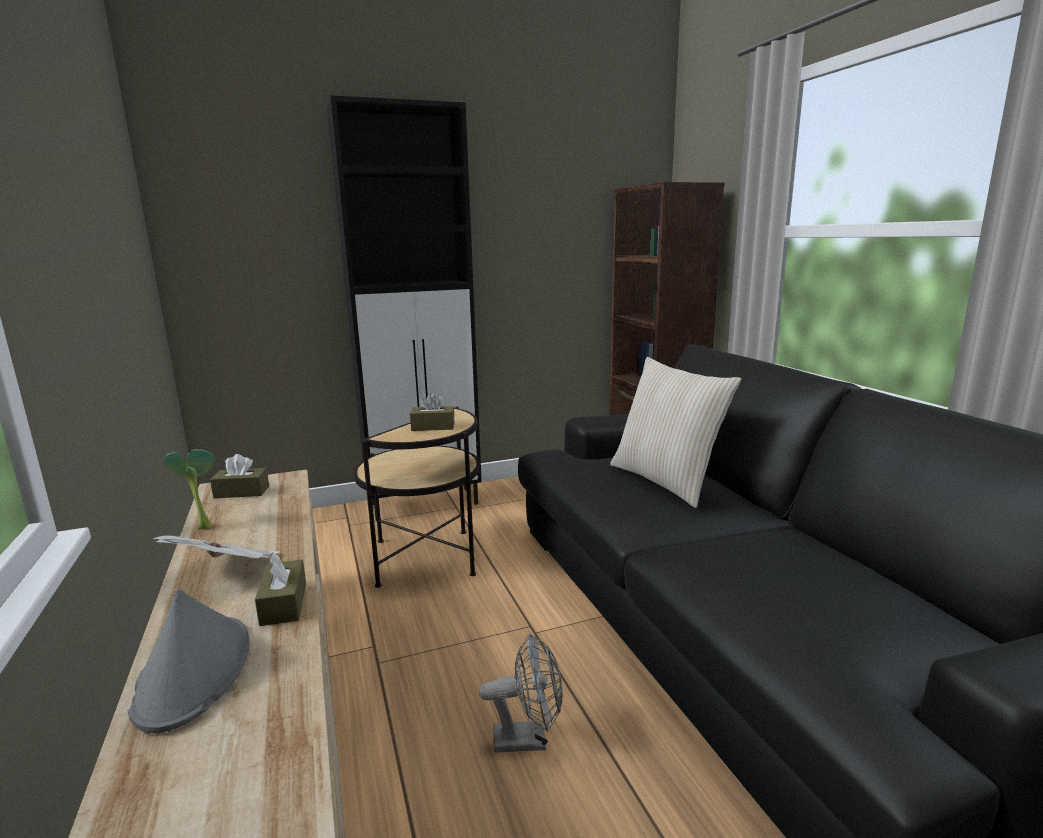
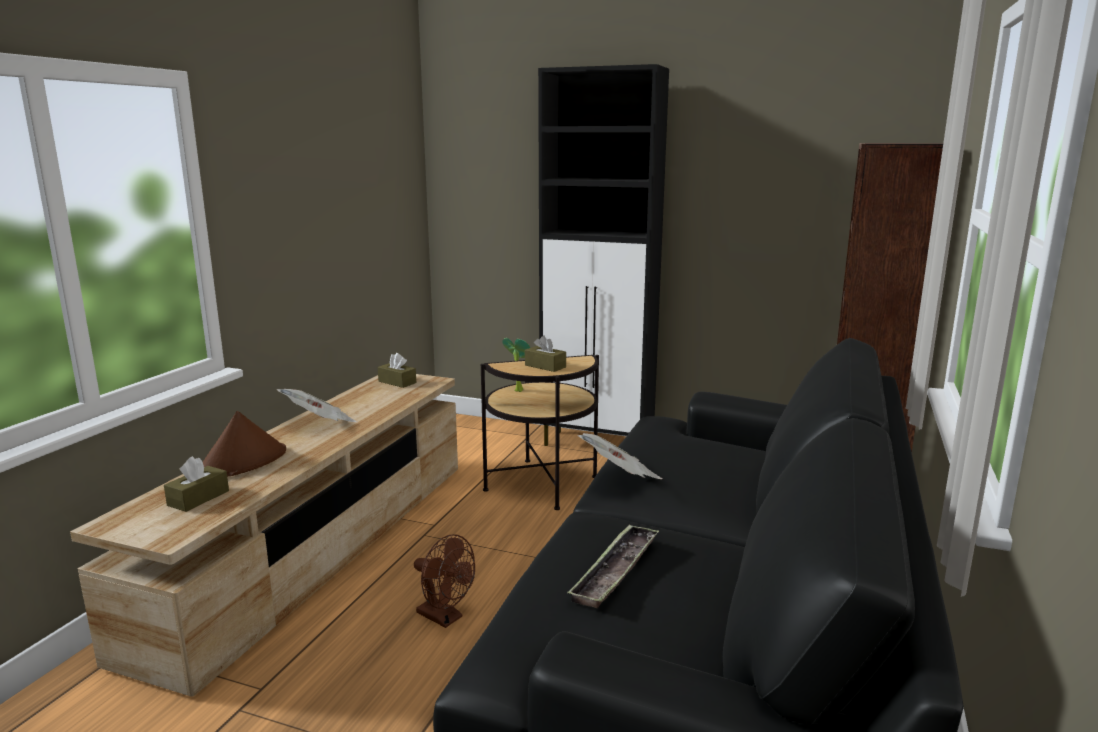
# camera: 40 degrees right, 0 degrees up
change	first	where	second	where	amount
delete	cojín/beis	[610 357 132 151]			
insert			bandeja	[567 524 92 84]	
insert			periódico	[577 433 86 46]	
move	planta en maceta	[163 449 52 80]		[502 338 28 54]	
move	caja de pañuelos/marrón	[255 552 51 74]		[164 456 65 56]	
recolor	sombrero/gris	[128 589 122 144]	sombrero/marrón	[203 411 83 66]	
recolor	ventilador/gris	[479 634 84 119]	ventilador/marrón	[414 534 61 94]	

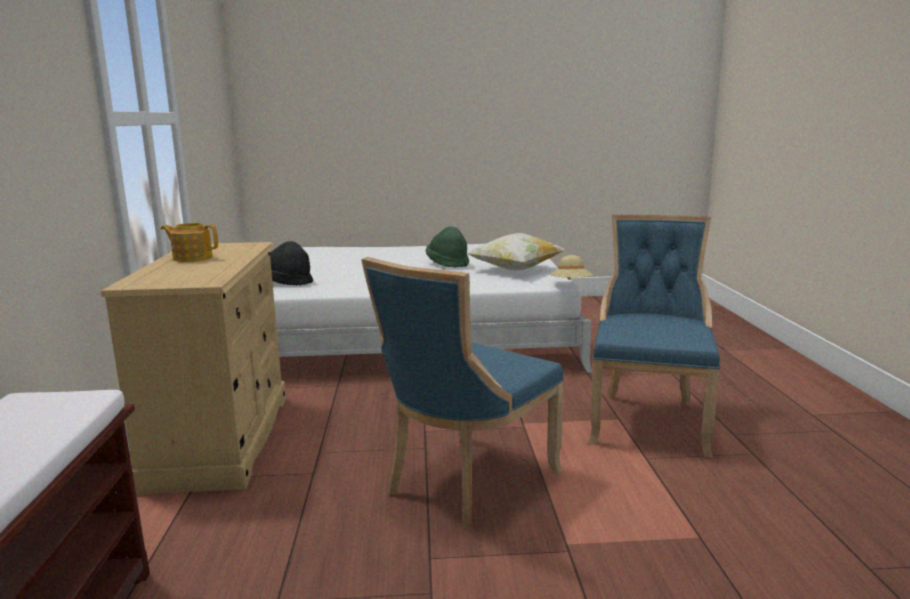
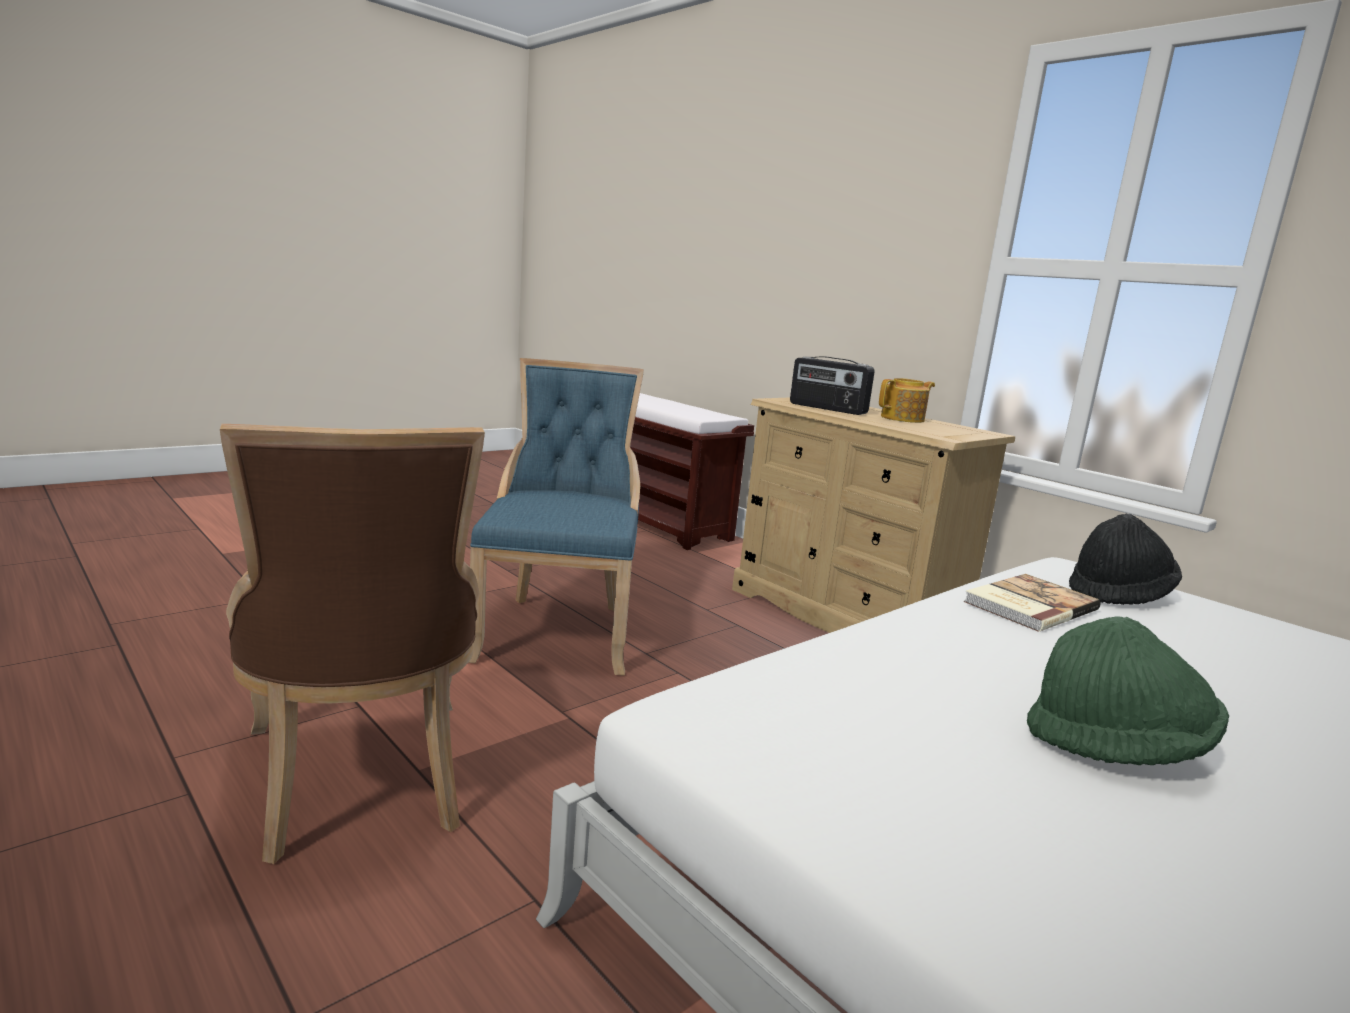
# camera: 140 degrees right, 0 degrees up
change	first	where	second	where	amount
delete	cojín	[466 233 100 37]			
delete	sombrero/beis	[550 255 43 25]			
insert			radio	[790 356 85 59]	
insert			libro	[964 574 136 58]	
recolor	silla/azul	[588 215 132 243]	silla/marrón	[220 424 265 440]	

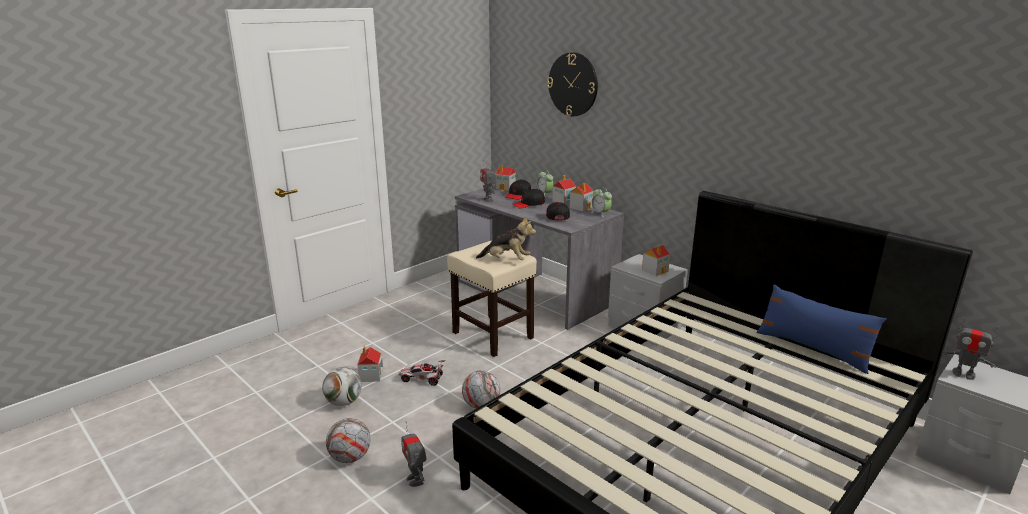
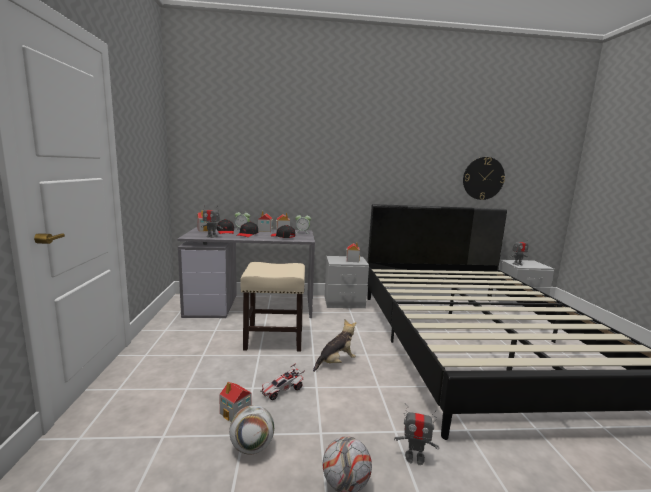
# camera: 50 degrees left, 10 degrees down
change	first	where	second	where	amount
delete	balón de fútbol	[462 370 38 39]			
delete	cojín/azul	[756 284 131 90]			
move	peluche	[476 217 60 43]		[313 320 43 52]	
move	reloj de pared	[547 52 51 64]		[463 157 42 43]	

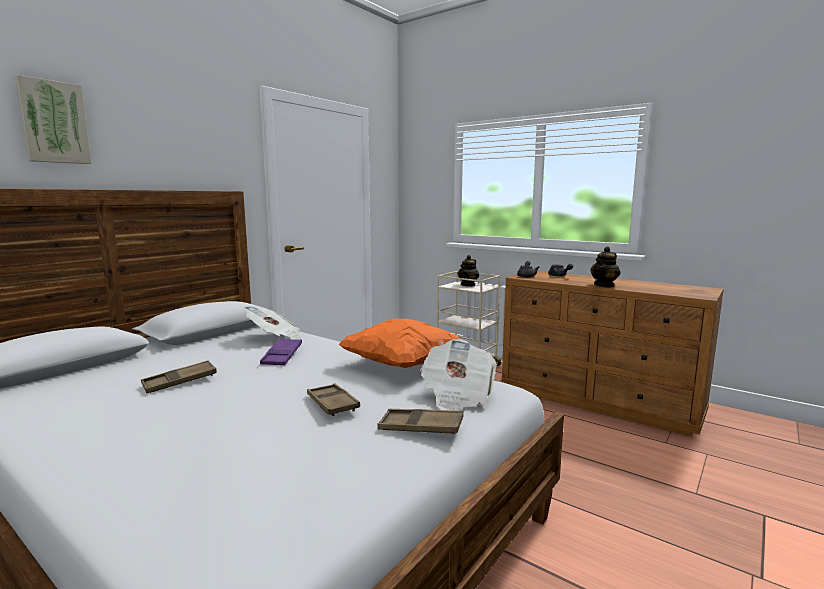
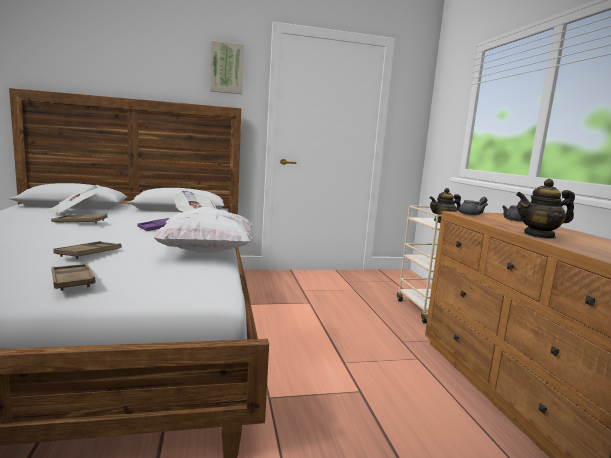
# camera: 40 degrees right, 0 degrees up
change	first	where	second	where	amount
move	cuadro	[15 75 77 89]		[210 41 34 53]	
move	periódico	[420 339 77 71]		[45 185 55 29]	
recolor	cojín/naranja	[339 319 120 49]	cojín/blanco	[152 207 100 46]	

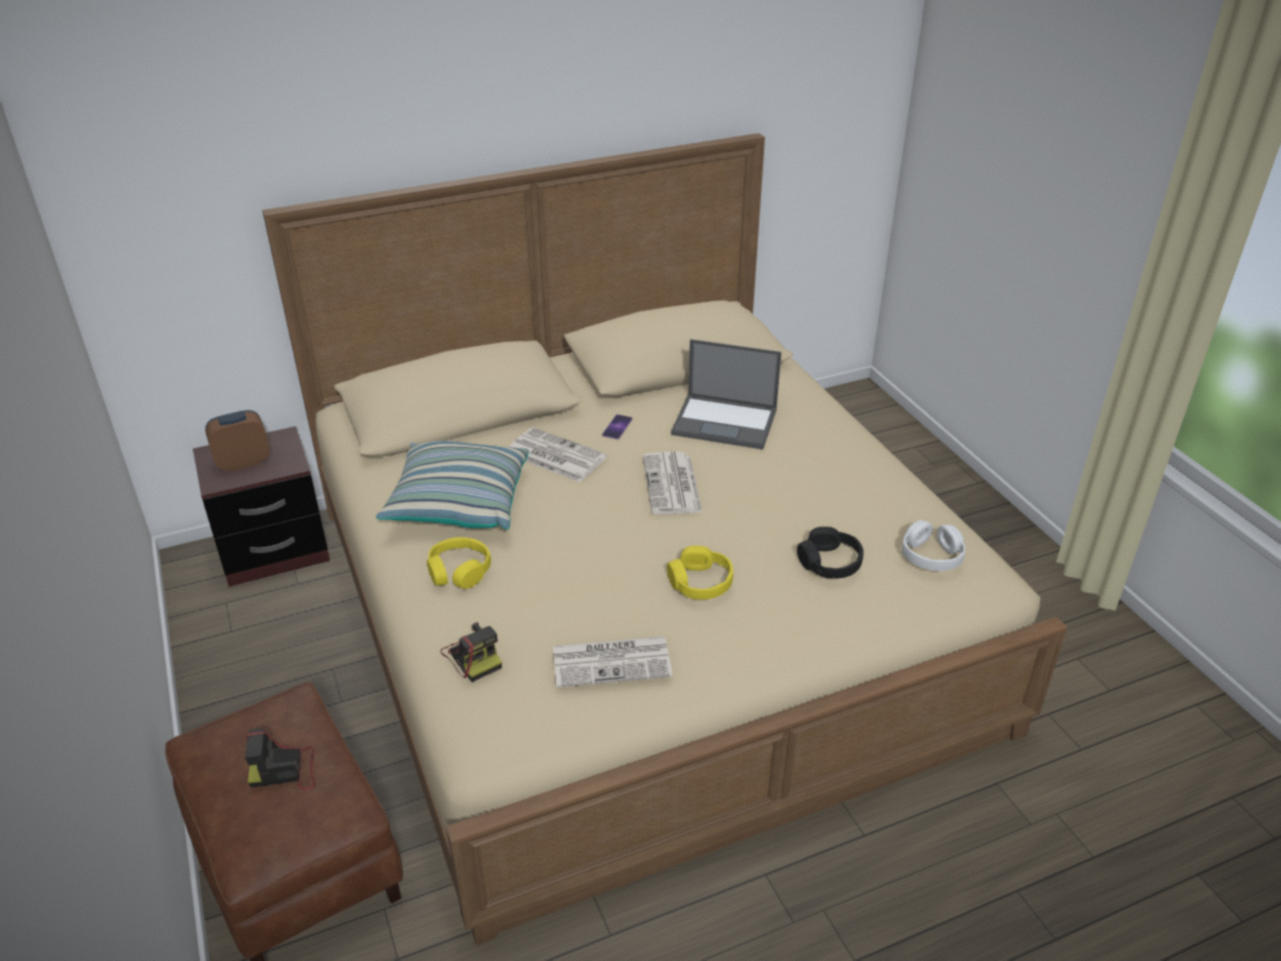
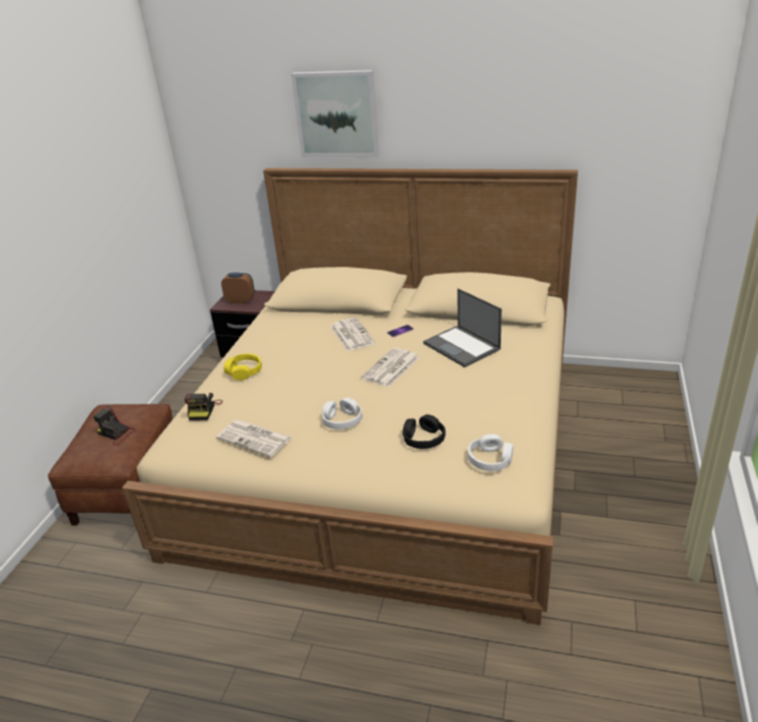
# camera: 40 degrees right, 5 degrees down
change	first	where	second	where	amount
delete	cojín	[376 441 153 89]			
insert			cuadro	[291 70 88 87]	
recolor	auriculares/amarillo	[667 546 66 54]	auriculares/blanco	[322 398 40 31]	

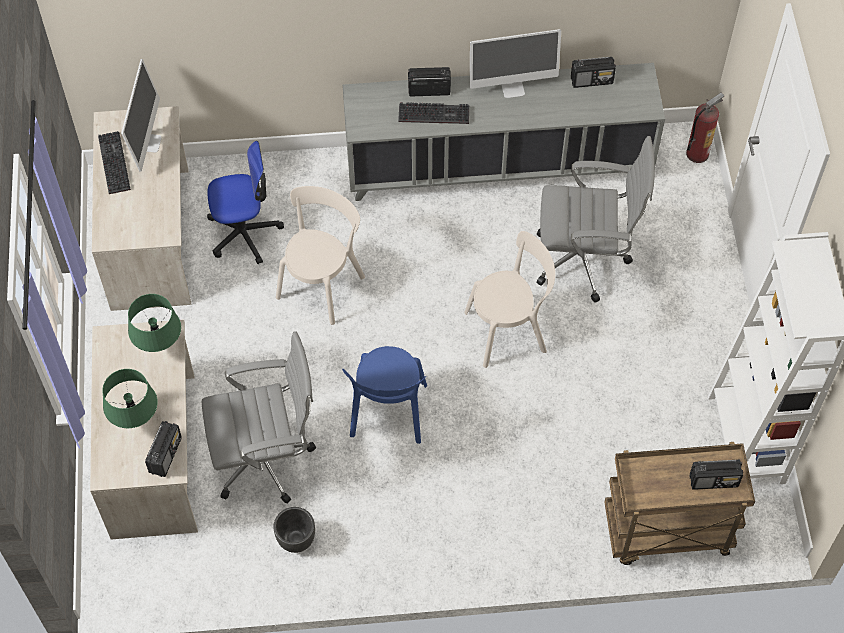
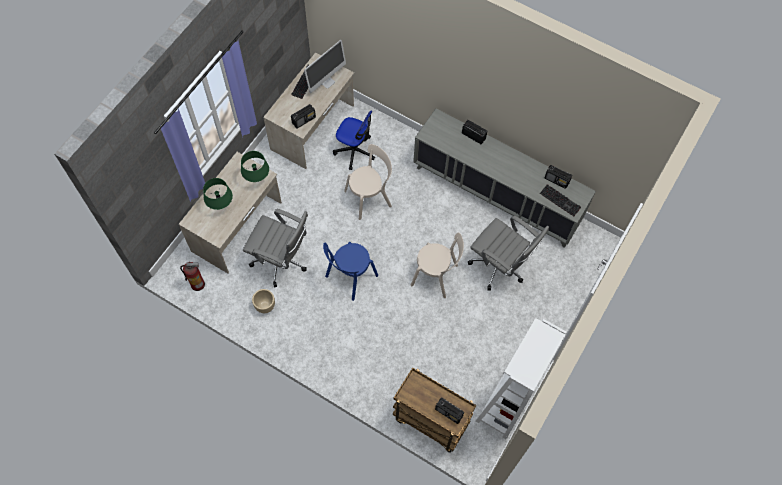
# camera: 35 degrees right, 5 degrees up
change	first	where	second	where	amount
delete	monitor	[470 29 91 69]			
move	radio	[145 421 37 56]		[291 104 25 25]	
move	teclado	[398 102 71 22]		[540 184 41 32]	
move	extintor	[686 93 38 70]		[180 261 25 30]	
recolor	maceta/negro	[273 507 42 46]	maceta/beis	[252 289 23 24]	

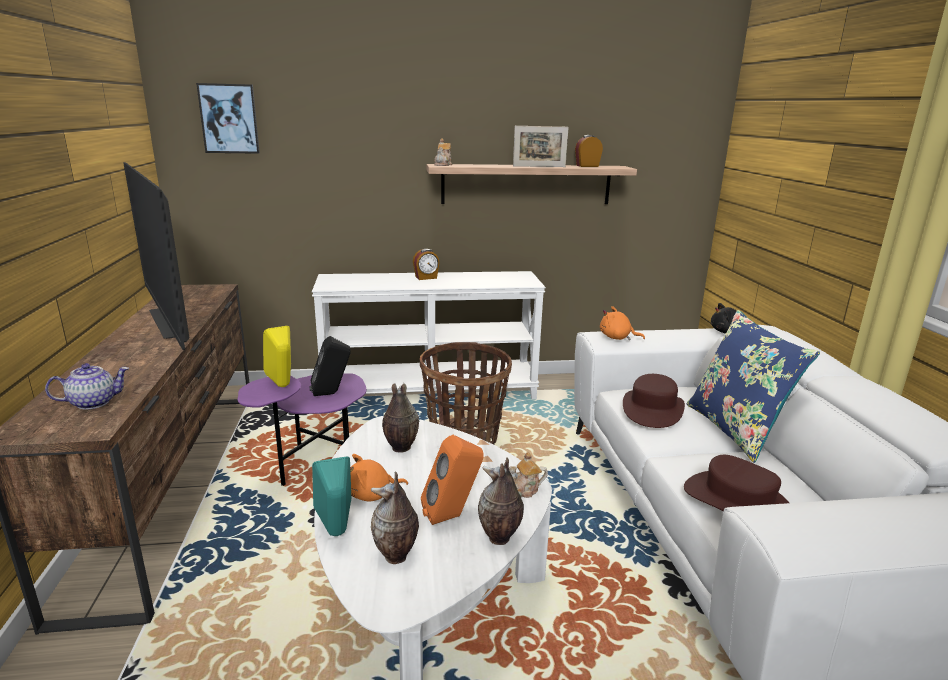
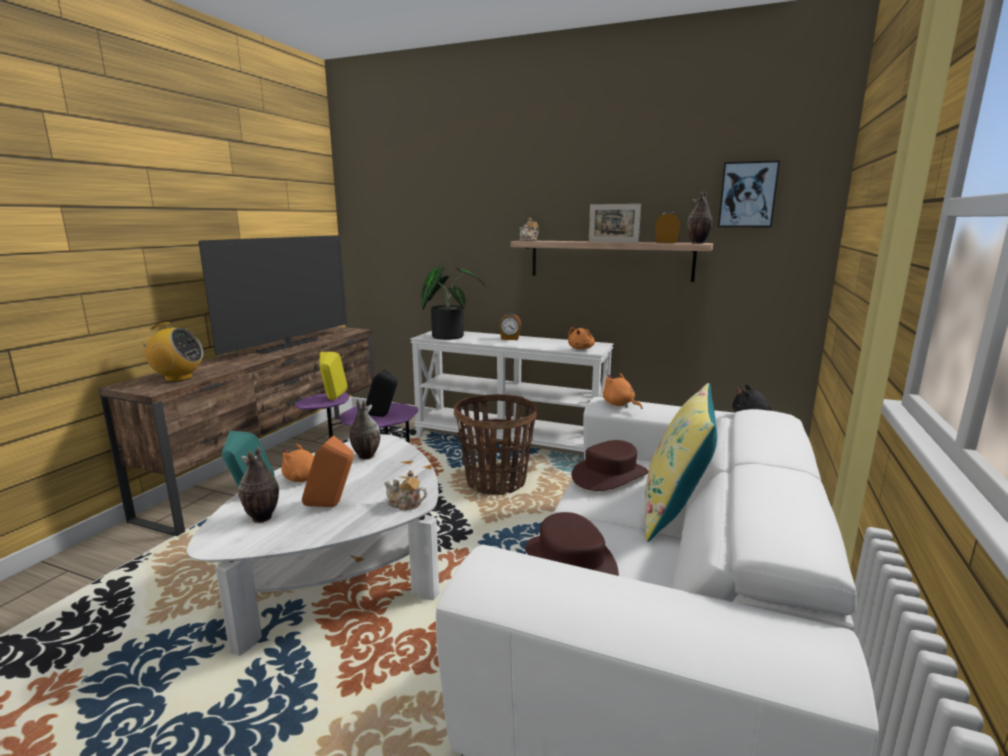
# camera: 30 degrees right, 5 degrees down
change	first	where	second	where	amount
insert			planta en maceta	[421 266 64 74]	
insert			peluche/naranja	[568 327 27 23]	
move	cuadro	[196 83 64 71]		[718 160 62 67]	
move	florero	[478 457 46 88]		[687 191 26 53]	
replace	tetera	[45 363 84 47]	radio	[136 322 67 60]	
recolor	cojín/azul	[686 310 134 153]	cojín/amarillo	[645 383 72 159]	
rotate	televisor	[123 162 66 188]		[199 235 148 120]	150 degrees counterclockwise

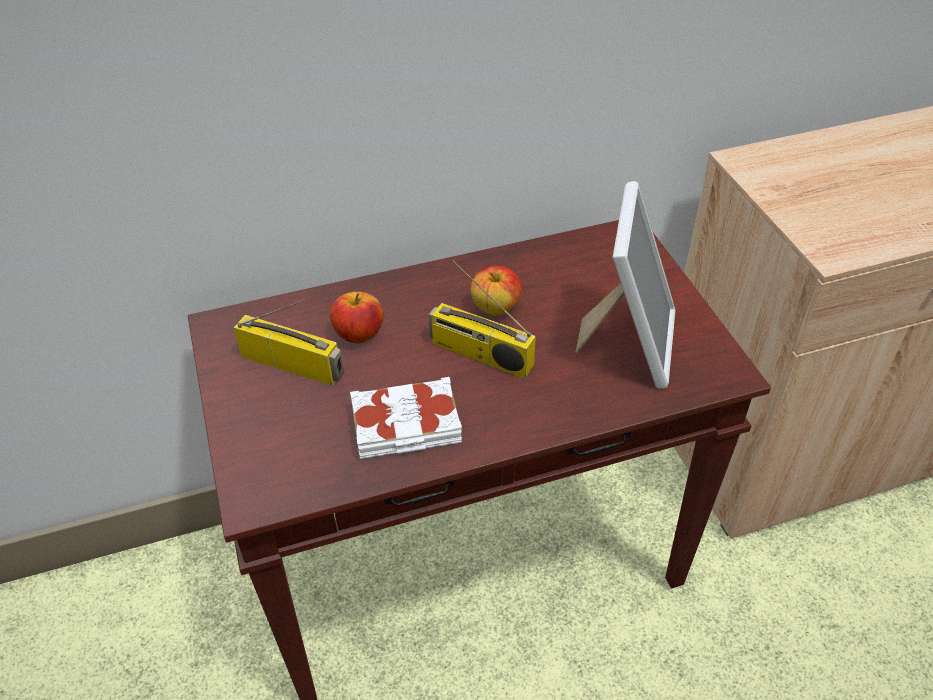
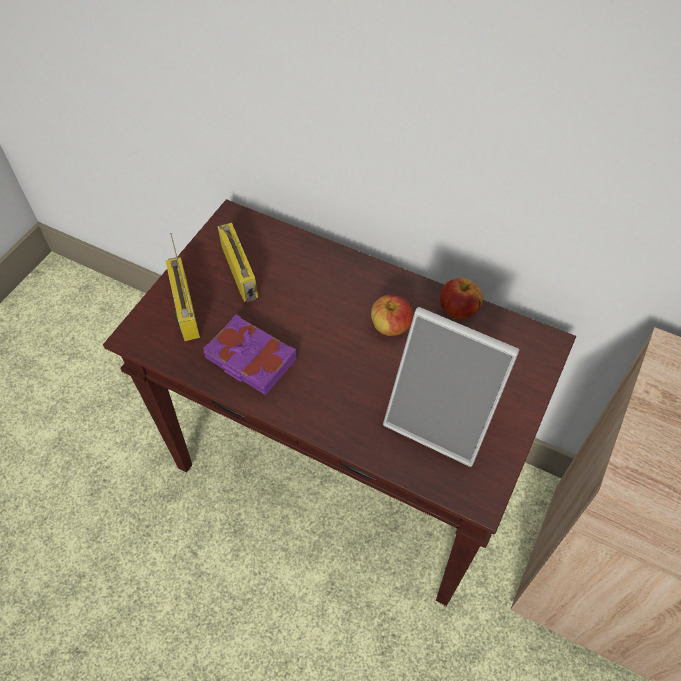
# camera: 45 degrees right, 10 degrees up
change	first	where	second	where	amount
move	manzana	[330 292 54 52]		[440 278 43 41]	
move	radio	[429 260 107 118]		[166 233 34 108]	
recolor	libro/blanco	[350 377 112 82]	libro/morado	[203 314 93 81]	
rotate	portarretratos	[575 181 100 208]		[383 307 136 160]	60 degrees clockwise

